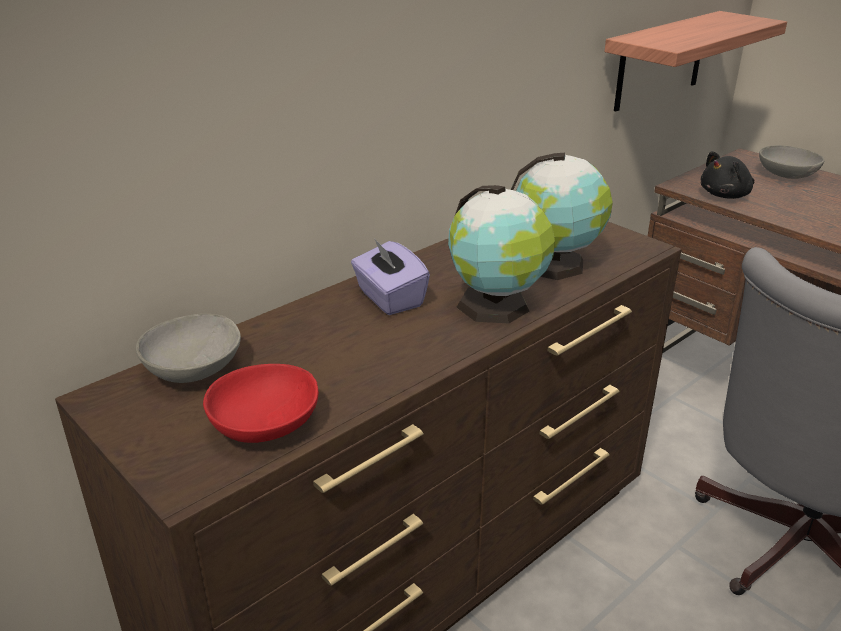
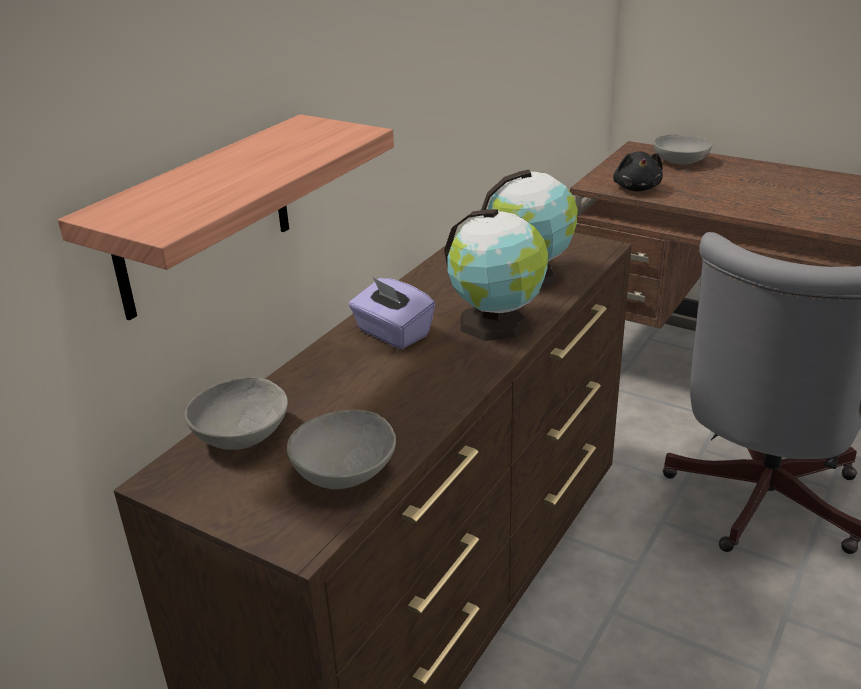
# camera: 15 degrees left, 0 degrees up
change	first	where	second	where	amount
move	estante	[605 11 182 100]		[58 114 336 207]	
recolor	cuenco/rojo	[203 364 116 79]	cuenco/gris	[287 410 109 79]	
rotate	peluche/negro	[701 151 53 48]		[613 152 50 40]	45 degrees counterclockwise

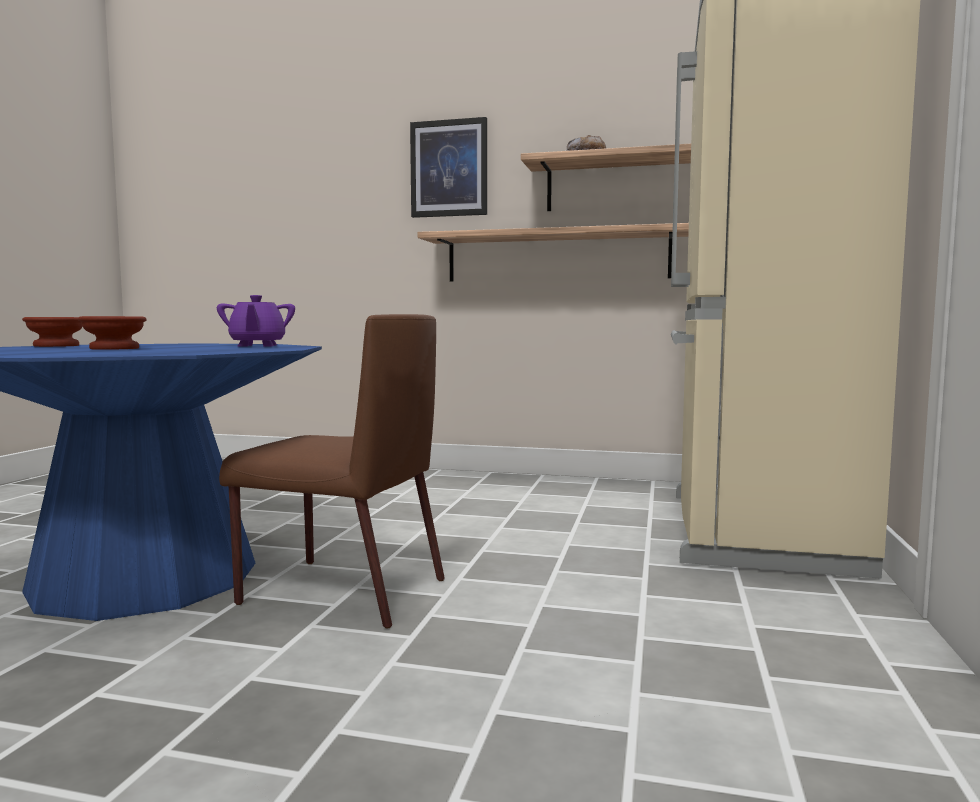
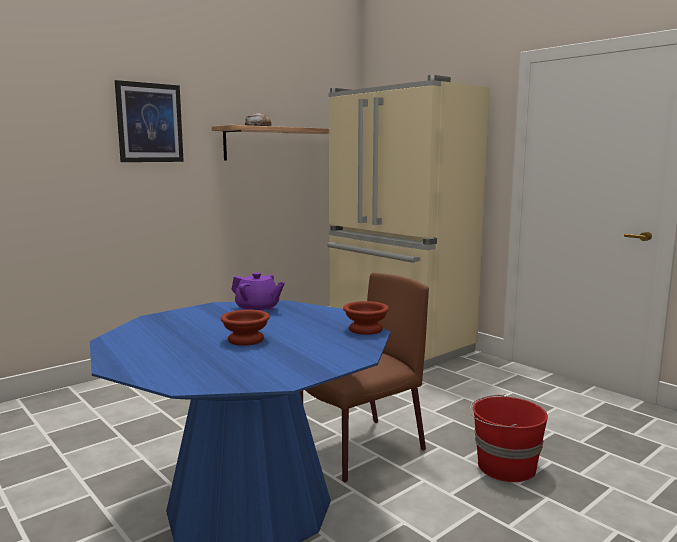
# camera: 55 degrees left, 5 degrees up
change	first	where	second	where	amount
delete	estante	[417 223 272 59]			
insert			cubo/rojo	[469 394 79 88]	
move	cuenco/marrón	[22 317 61 30]		[343 301 46 34]	

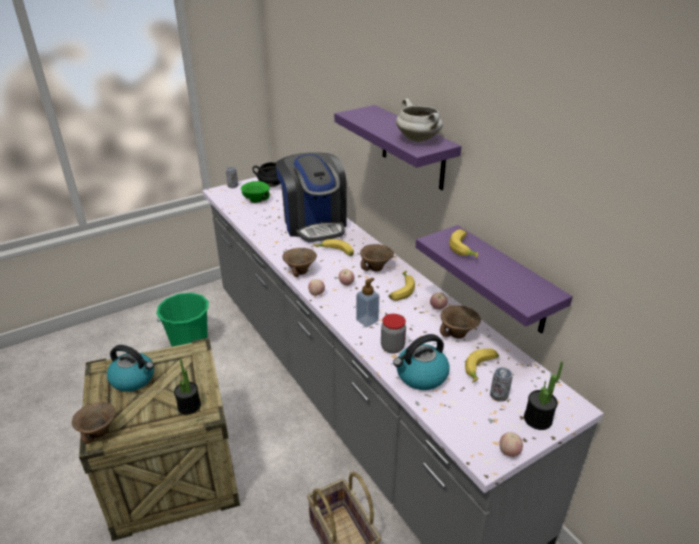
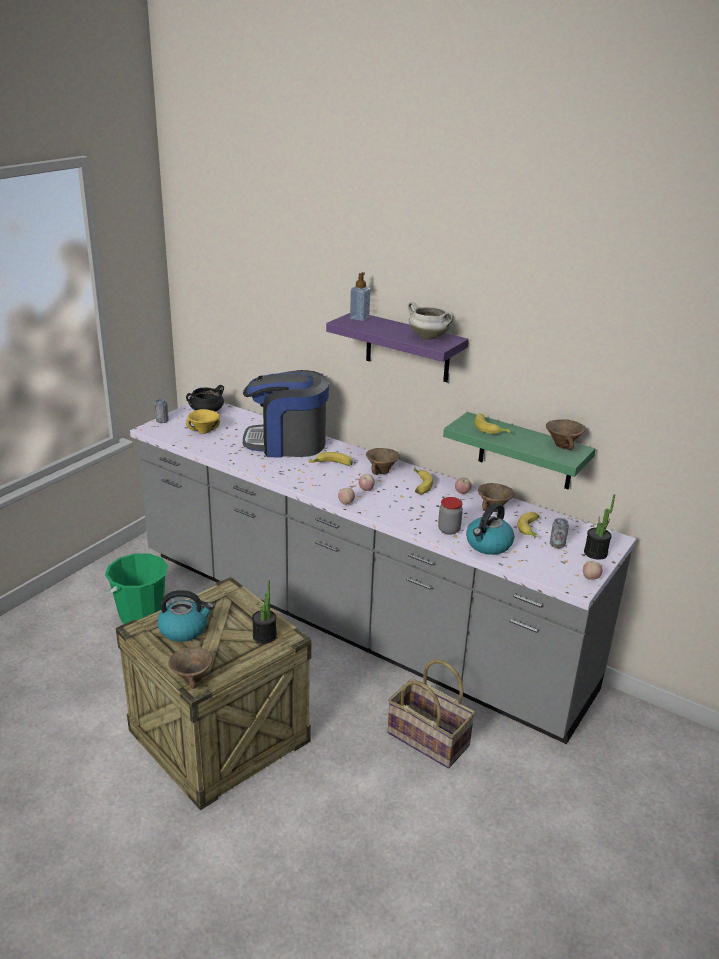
# camera: 25 degrees left, 5 degrees down
change	first	where	second	where	amount
move	cuenco/marrón	[282 248 35 29]		[546 419 39 31]	
move	dispensador de jabón	[356 278 23 49]		[350 272 21 49]	
recolor	cuenco/verde	[241 181 29 22]	cuenco/amarillo	[186 409 34 25]	
recolor	estante/morado	[416 225 157 109]	estante/verde	[443 412 152 77]	
rotate	cafetera	[276 152 70 91]		[243 370 86 88]	135 degrees clockwise

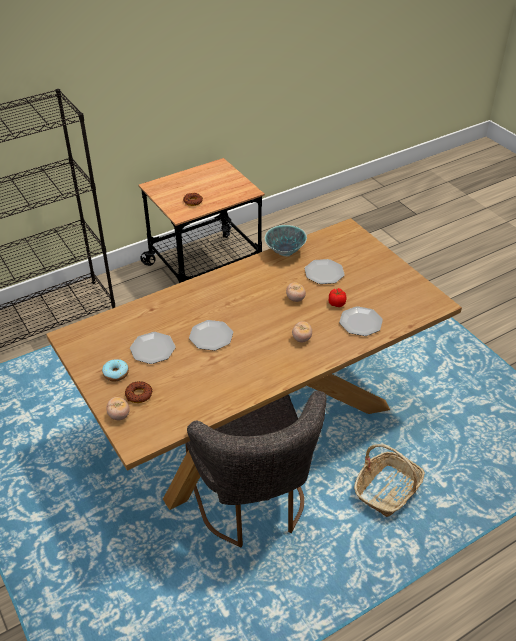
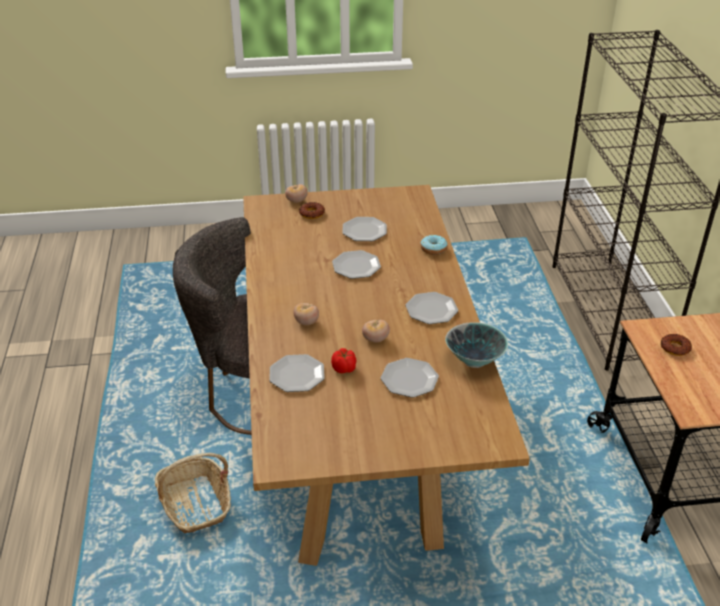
# camera: 115 degrees right, 5 degrees down
change	first	where	second	where	amount
insert			plato	[406 292 52 32]	
move	rosquilla	[102 359 27 22]		[421 235 26 20]	

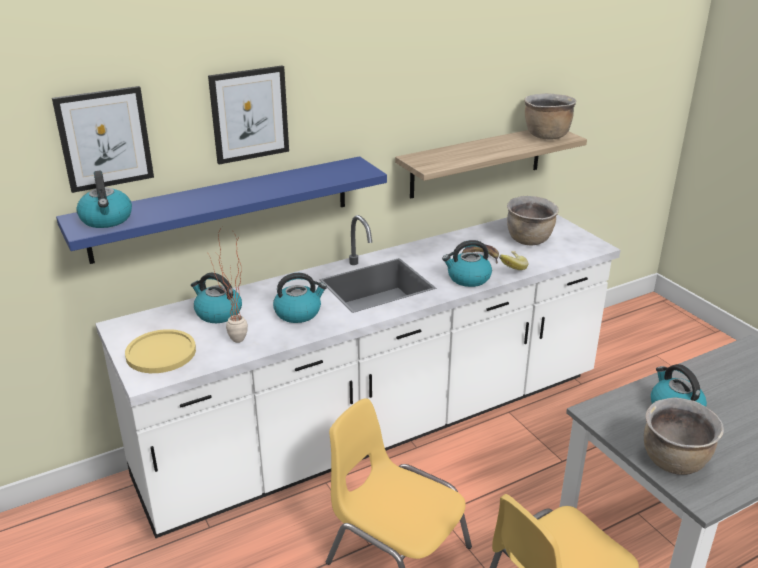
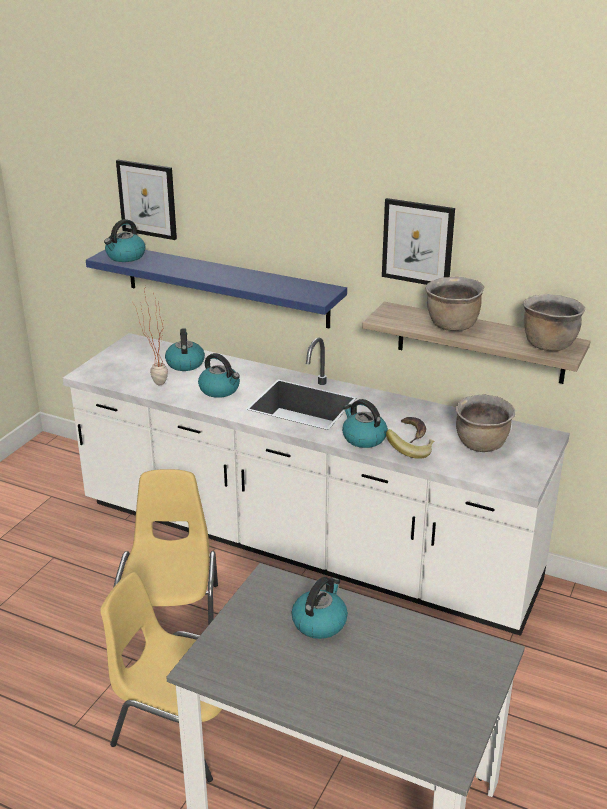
# camera: 55 degrees right, 0 degrees up
change	first	where	second	where	amount
delete	plato/amarillo	[125 329 71 44]			
move	cuadro	[208 65 81 99]		[382 198 73 87]	
move	olla/marrón	[644 397 80 78]		[425 277 59 54]	

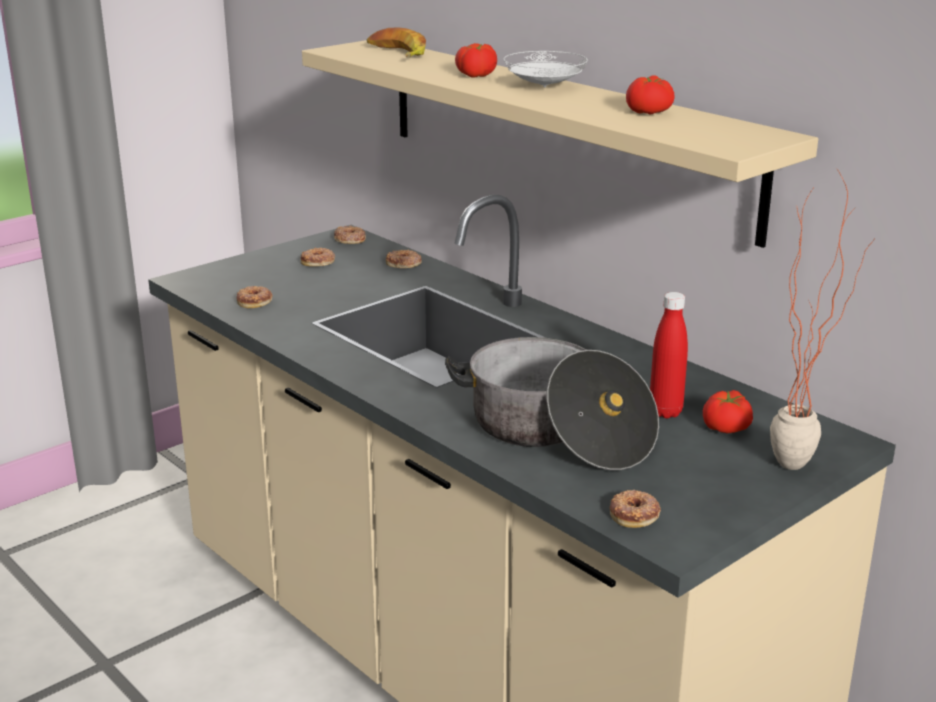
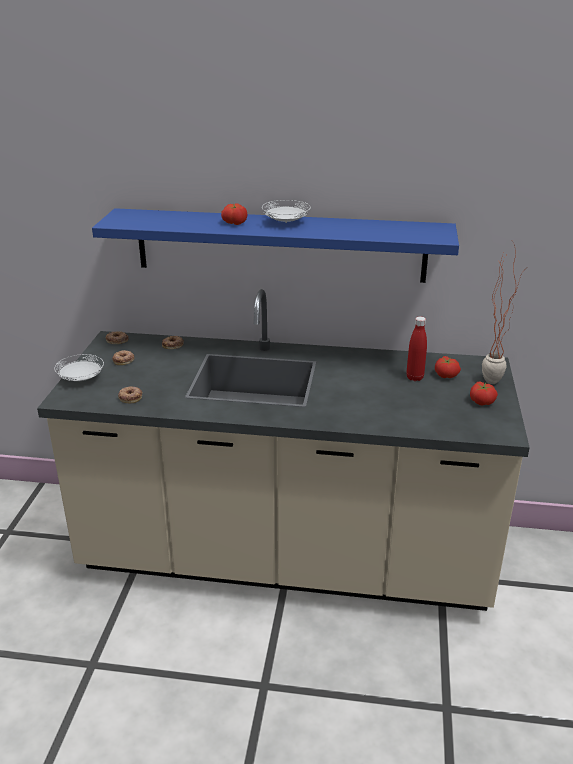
# camera: 40 degrees left, 5 degrees up
change	first	where	second	where	amount
delete	plátano	[367 28 59 29]			
delete	olla	[445 337 214 133]			
delete	rosquilla	[610 490 51 38]			
insert			plato/blanco	[54 354 50 27]	
move	tomate	[626 75 49 40]		[470 382 28 24]	
recolor	estante/beis	[302 40 516 208]	estante/azul	[92 208 367 75]	

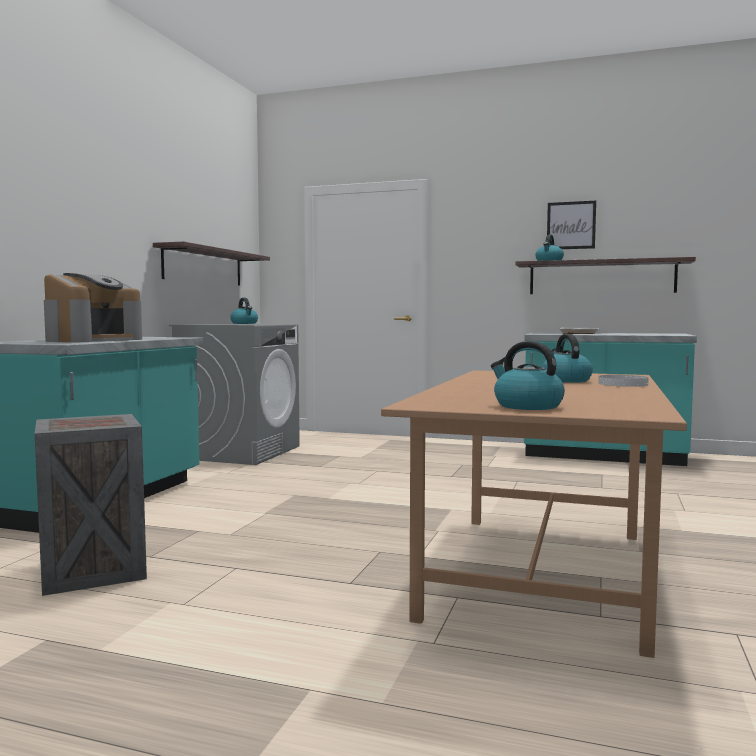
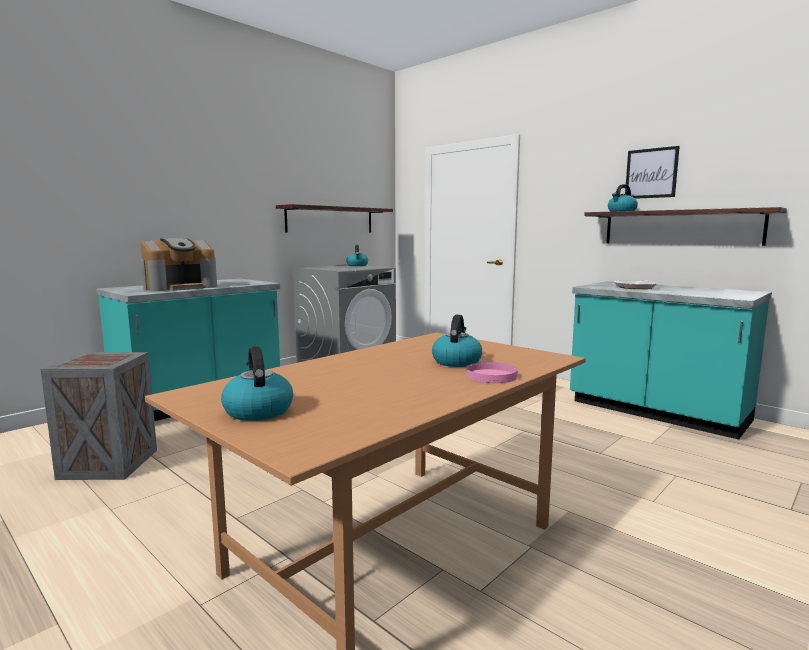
# camera: 25 degrees right, 5 degrees up
change	first	where	second	where	amount
recolor	plato/blanco	[598 375 51 12]	plato/rosa	[466 362 52 21]	

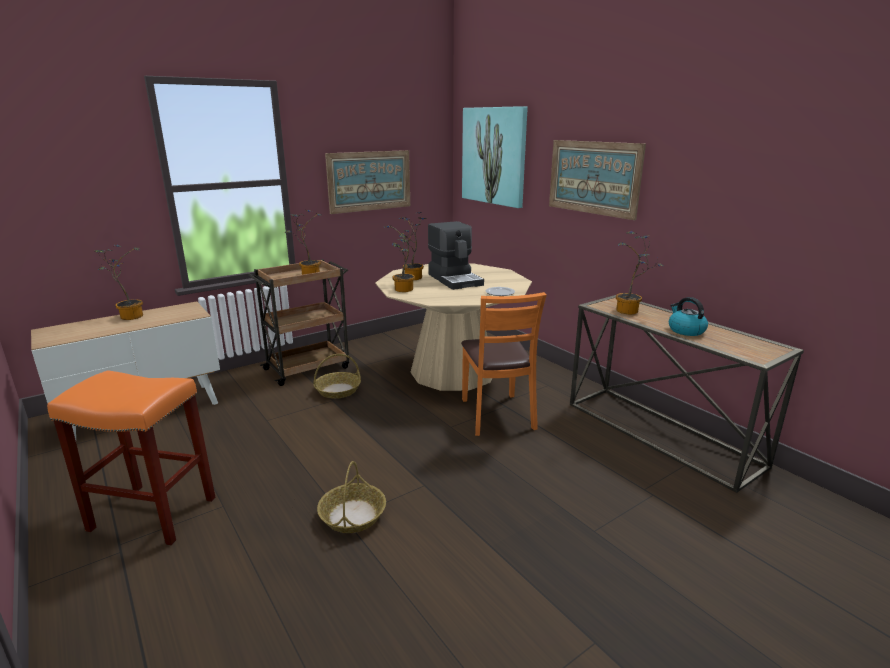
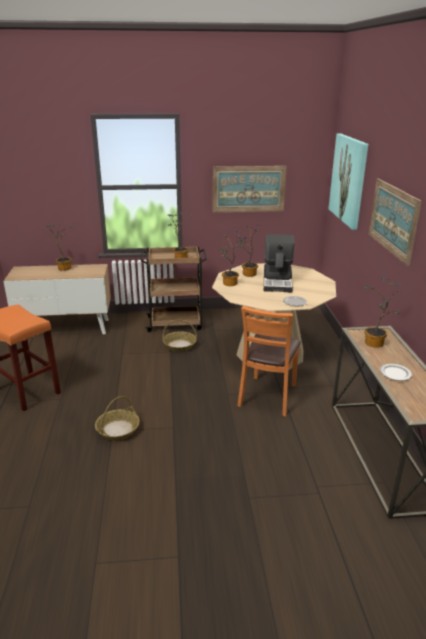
# camera: 30 degrees right, 5 degrees up
change	first	where	second	where	amount
replace	hervidor	[669 297 39 39]	plato	[379 364 33 17]	

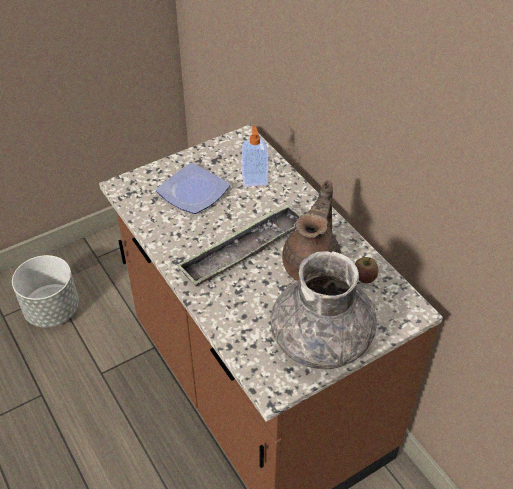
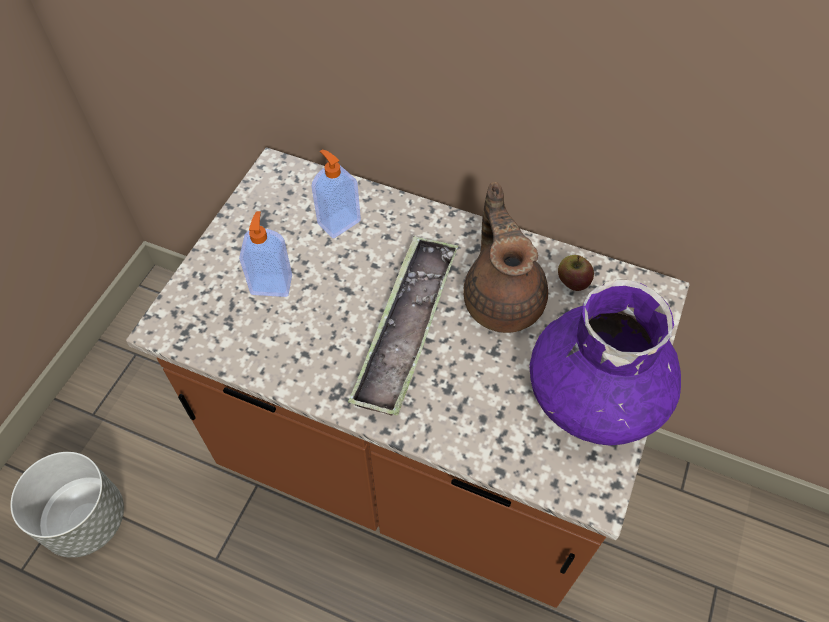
# camera: 35 degrees left, 10 degrees up
change	first	where	second	where	amount
replace	plato	[156 163 74 51]	dispensador de jabón	[239 211 53 86]	
recolor	florero/gris	[270 251 107 118]	florero/morado	[529 280 152 166]	

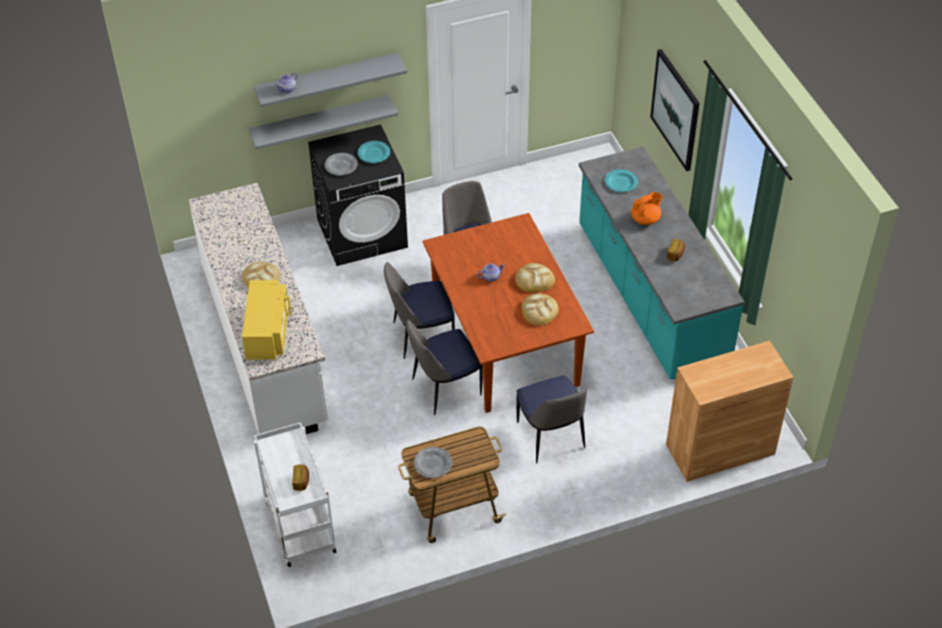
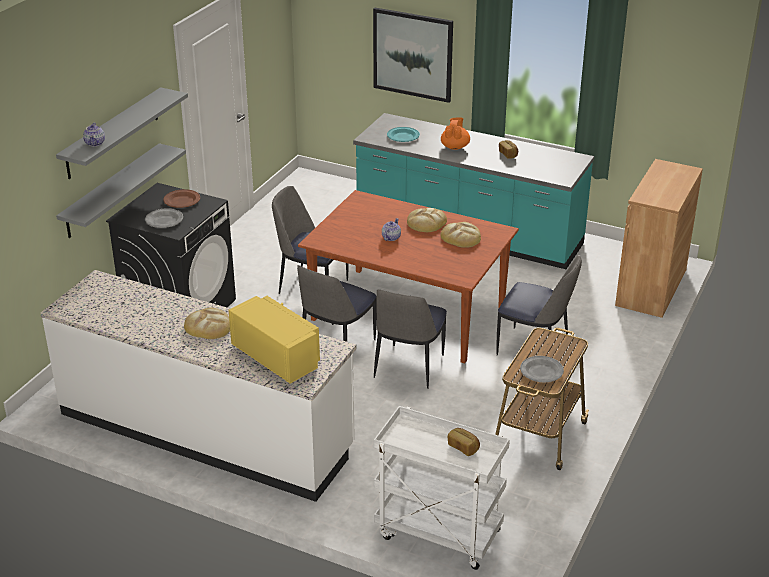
# camera: 45 degrees left, 15 degrees down
change	first	where	second	where	amount
recolor	plato/turquesa	[358 141 32 22]	plato/marrón	[163 189 37 19]	

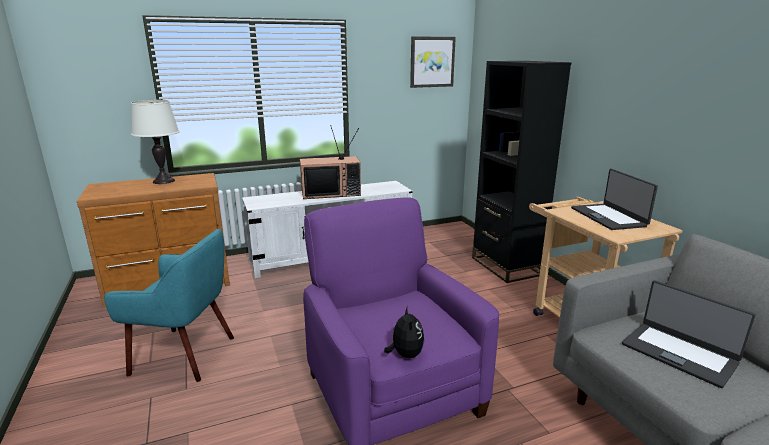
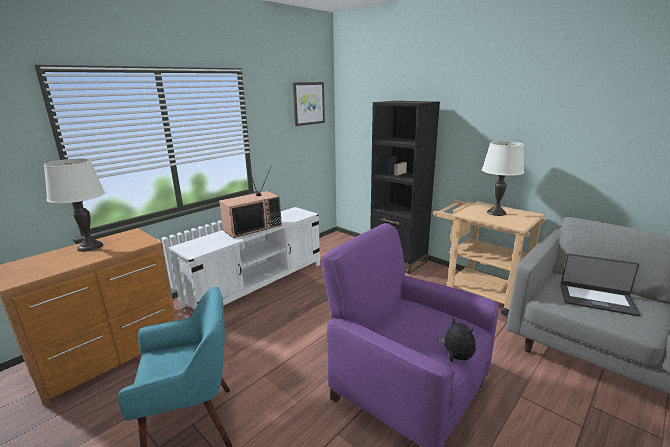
# camera: 25 degrees left, 0 degrees up
change	first	where	second	where	amount
replace	portátil	[571 169 87 61]	lámpara de mesa/blanco	[482 141 42 75]	

